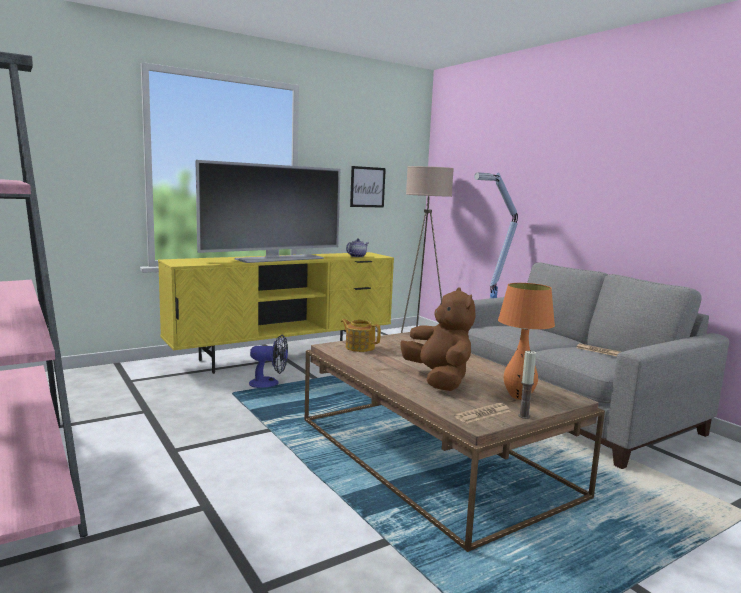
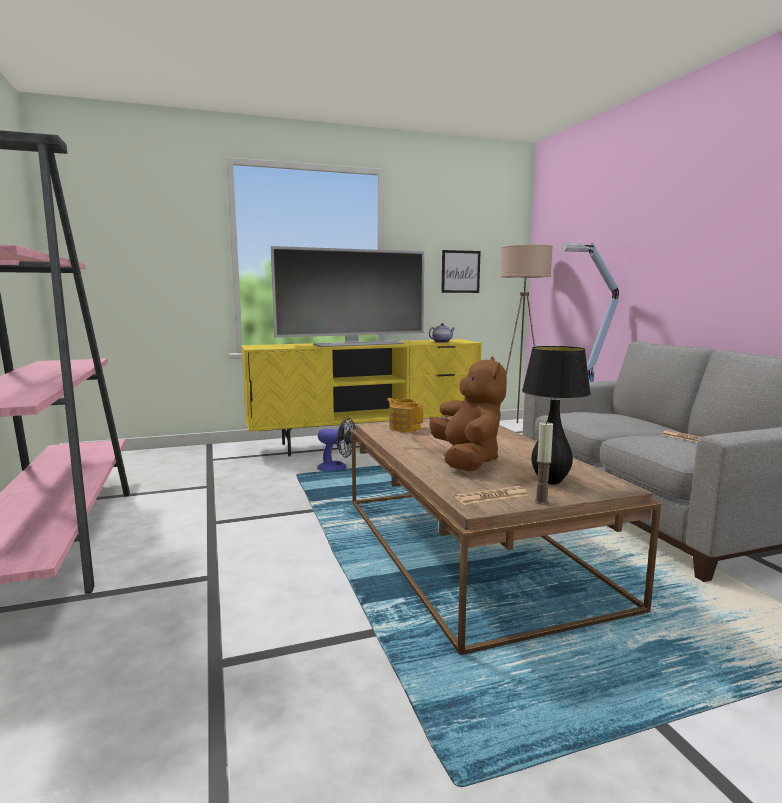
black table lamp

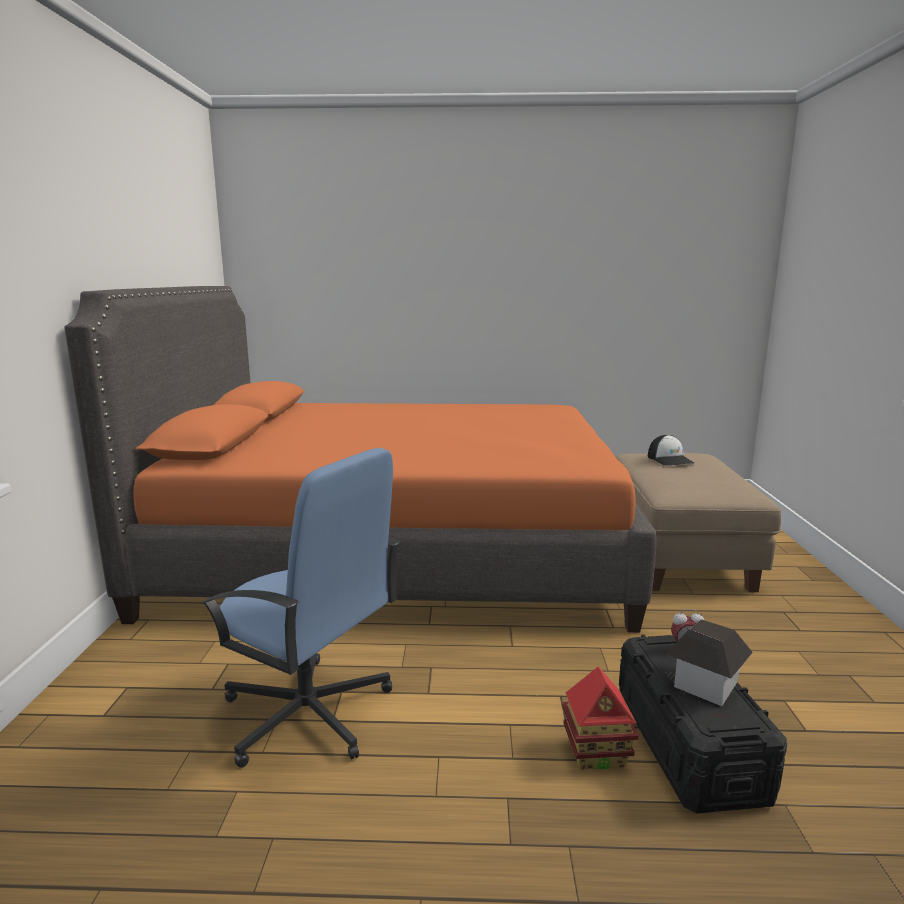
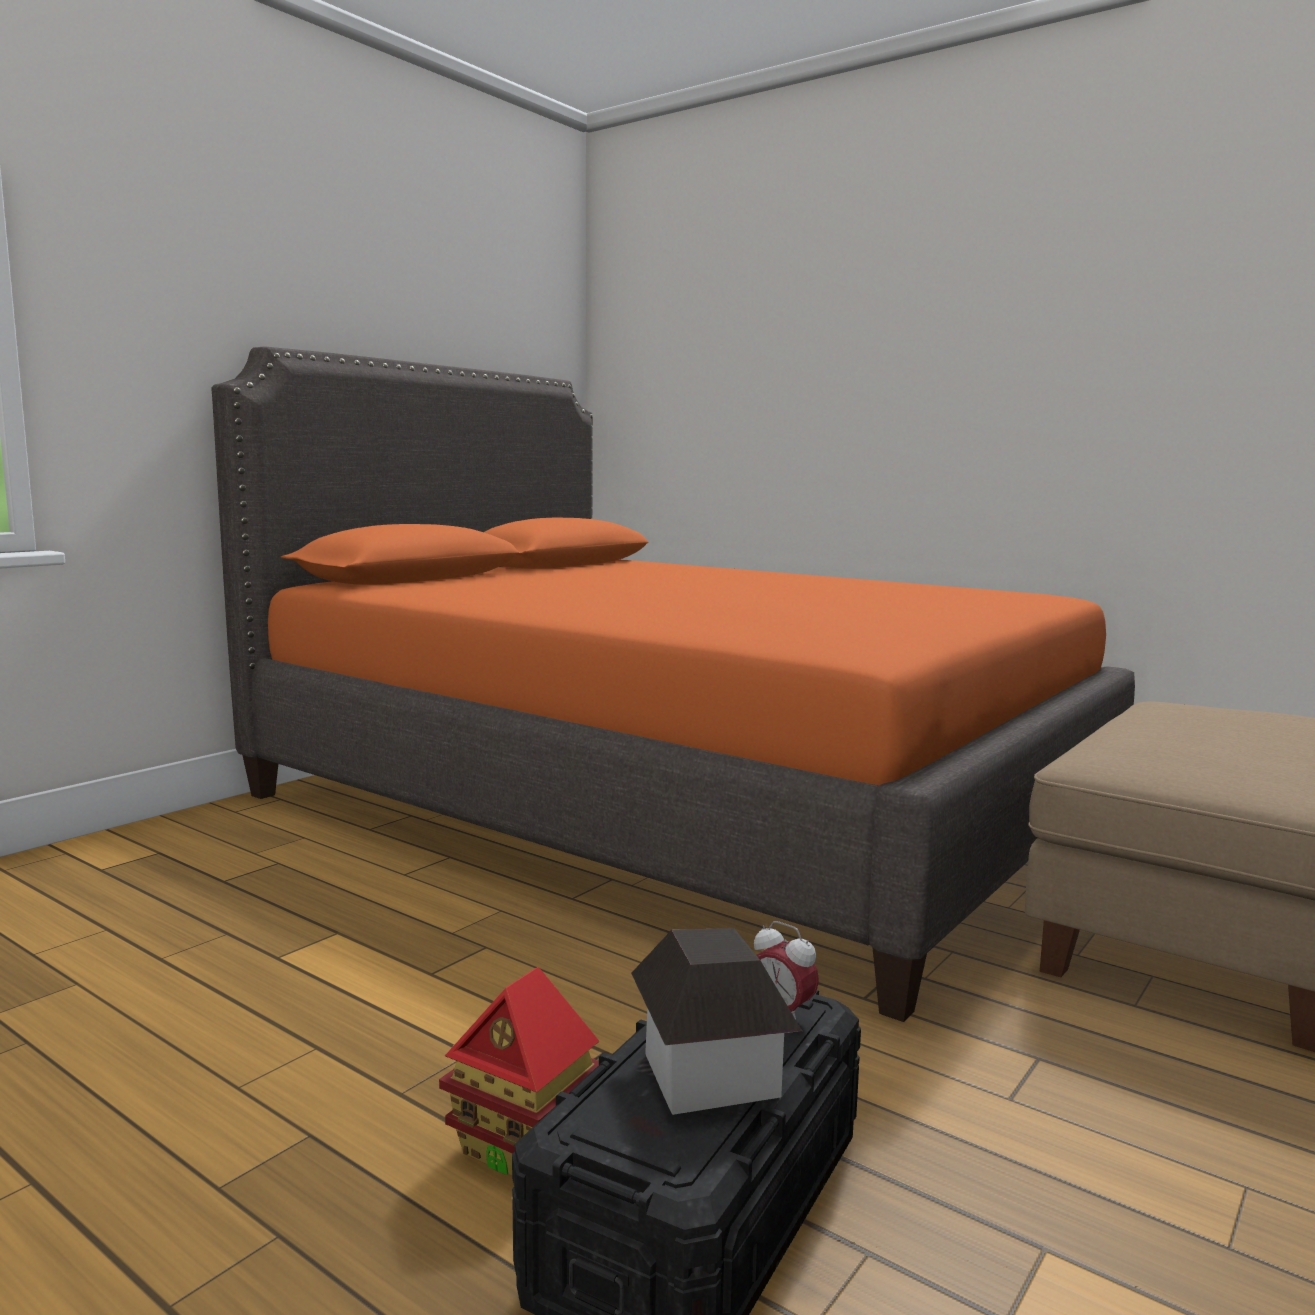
blue office chair; cap

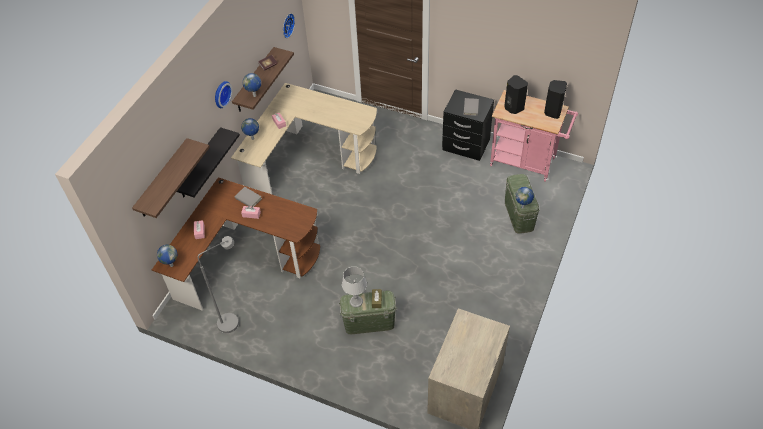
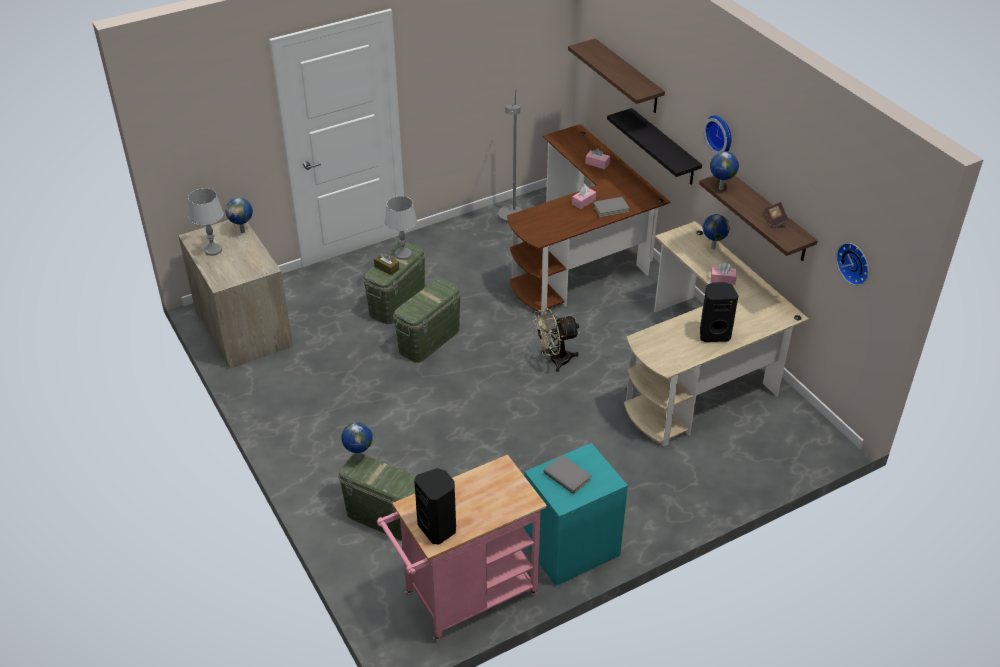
globe (no. 1 from left); turquoise nightstand; black speaker (no. 2 from left); grey table lamp (no. 1 from left); green storage box (no. 3 from left); beige fan

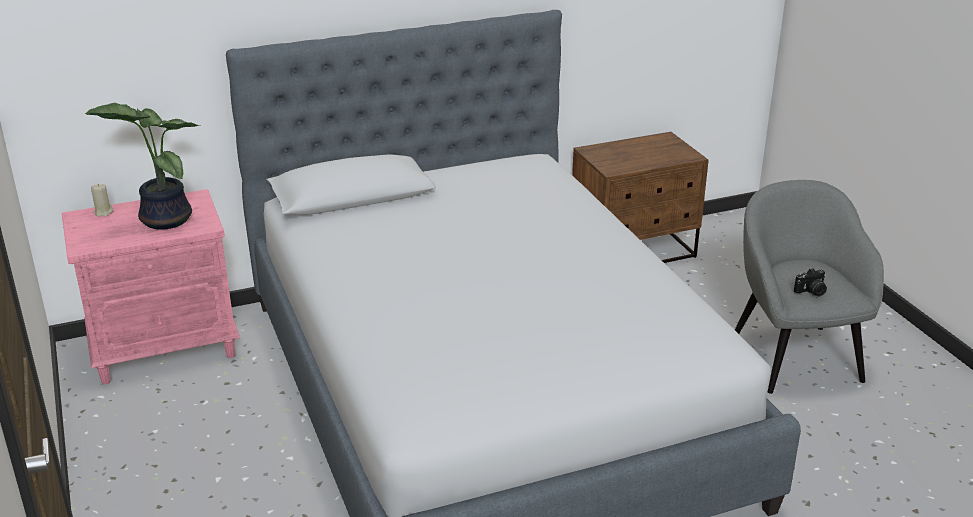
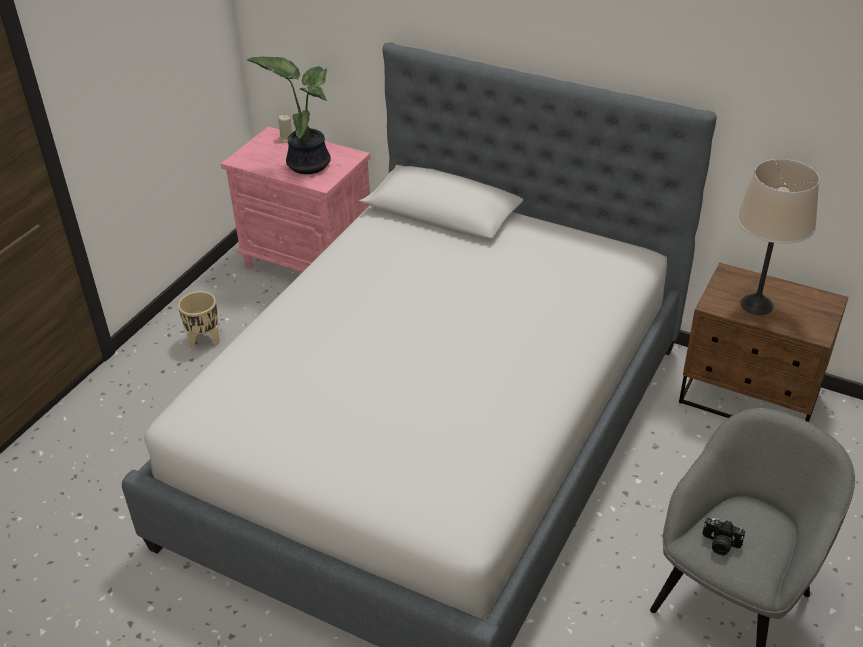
beige planter; beige table lamp

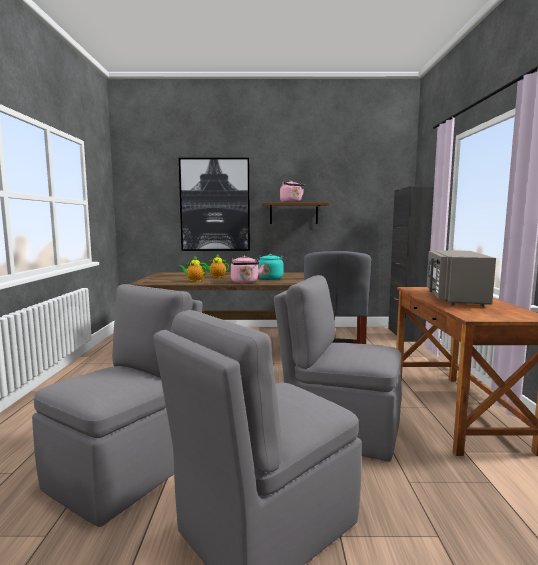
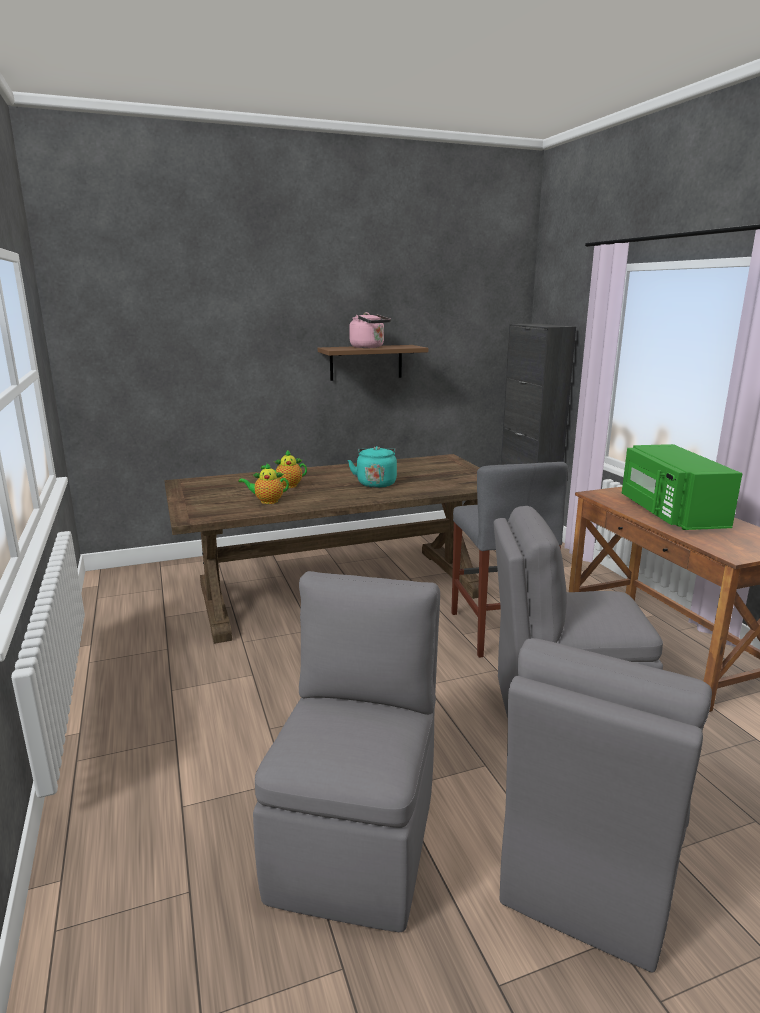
picture; pink kettle (no. 1 from left in the first image); green microwave

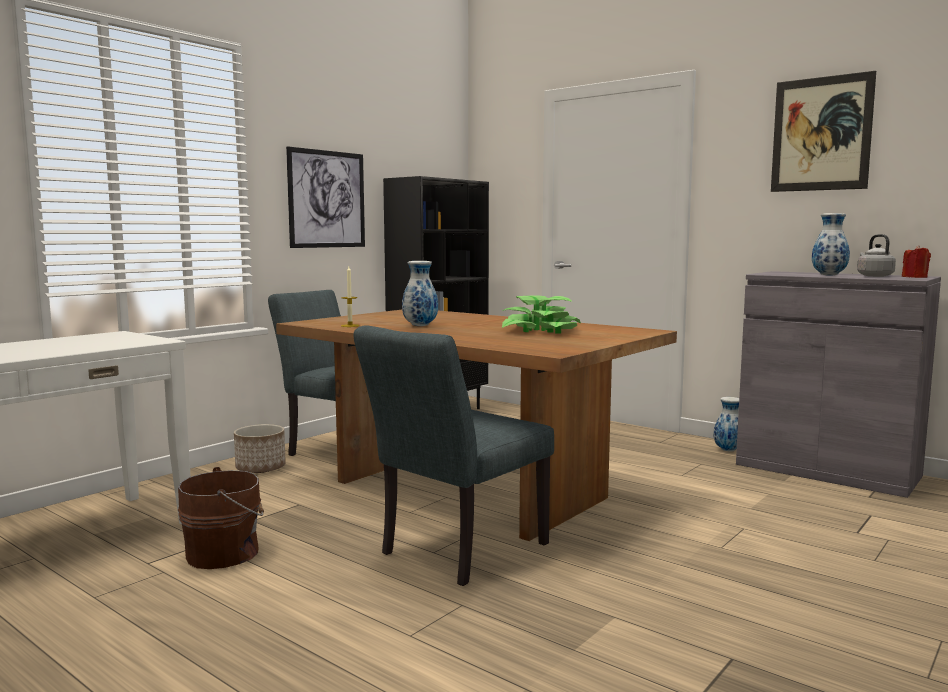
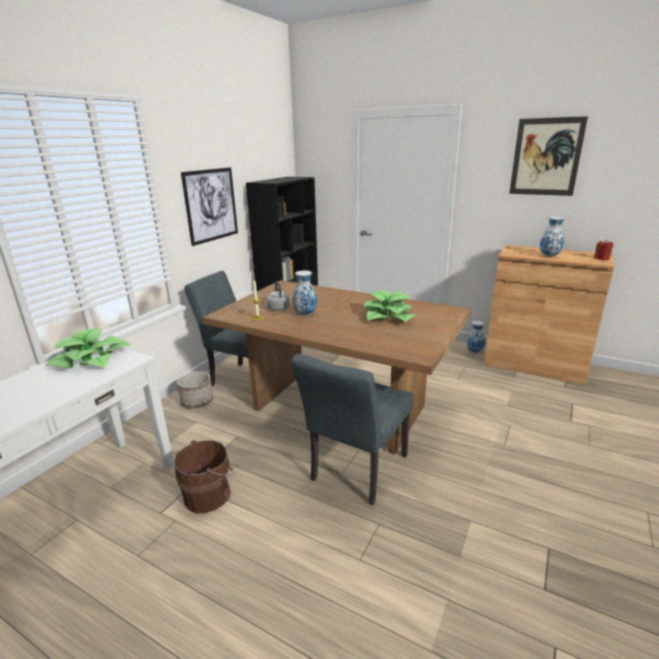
brown cabinet; grey kettle; potted plant (no. 1 from left)

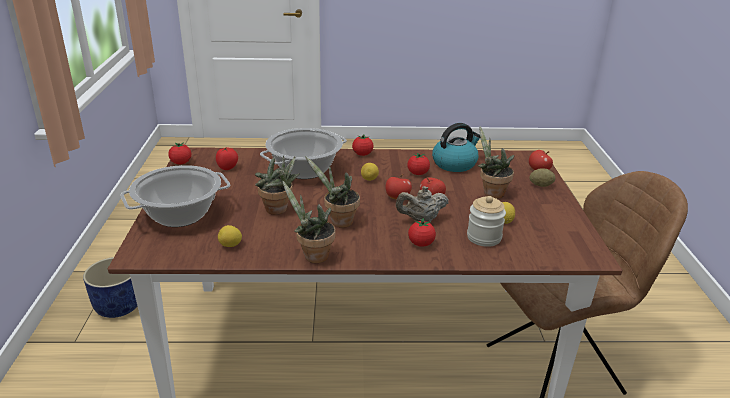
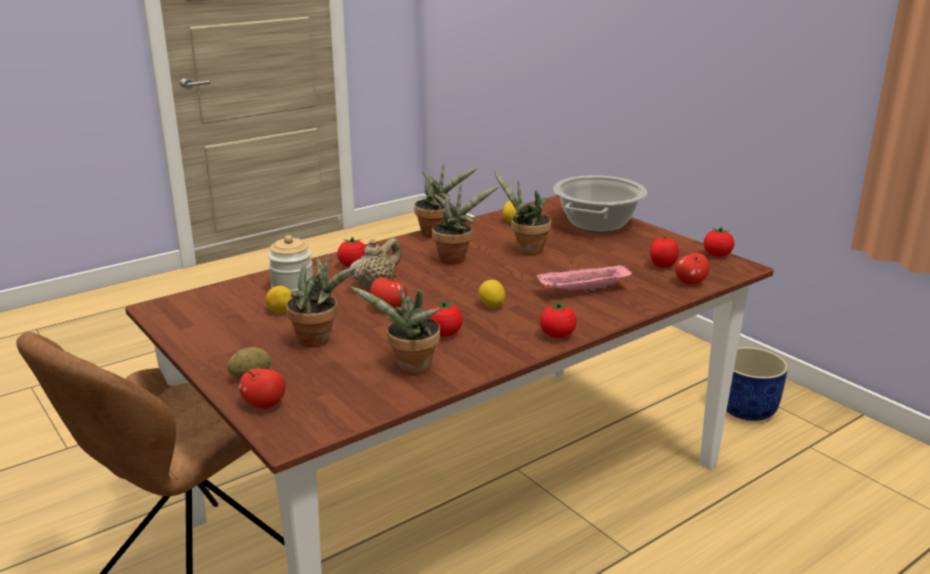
pink tray; apple (no. 3 from left); potted plant (no. 2 from left)

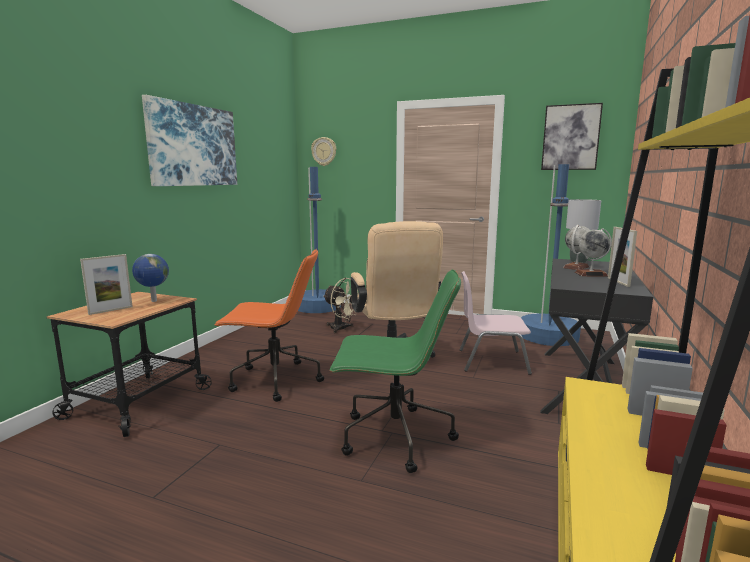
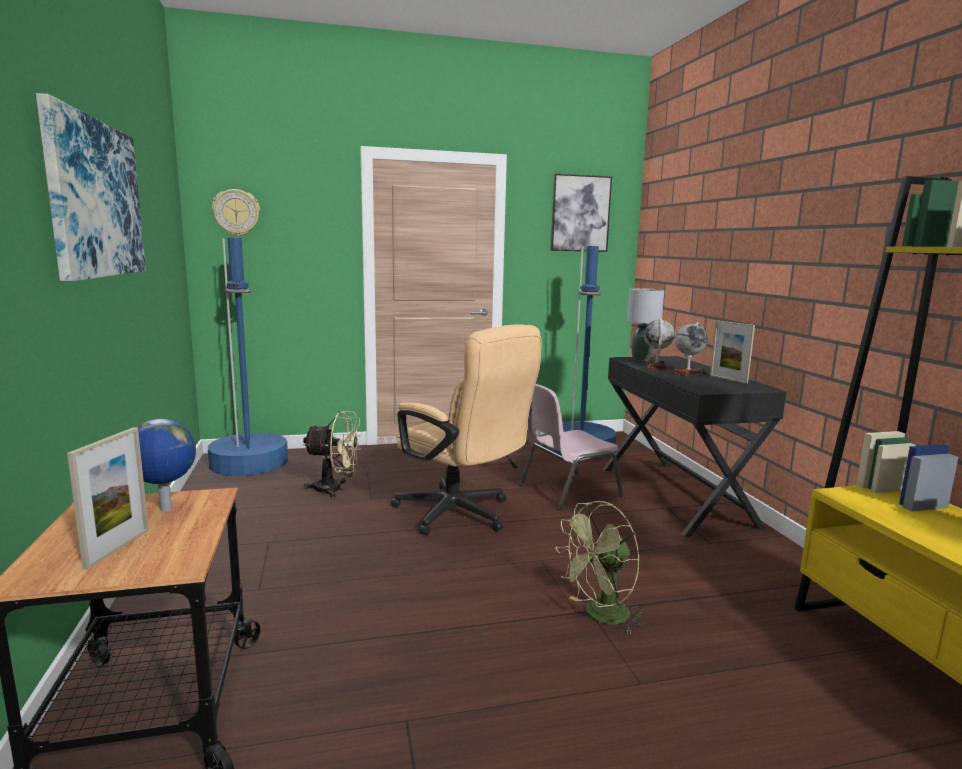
orange office chair; green fan

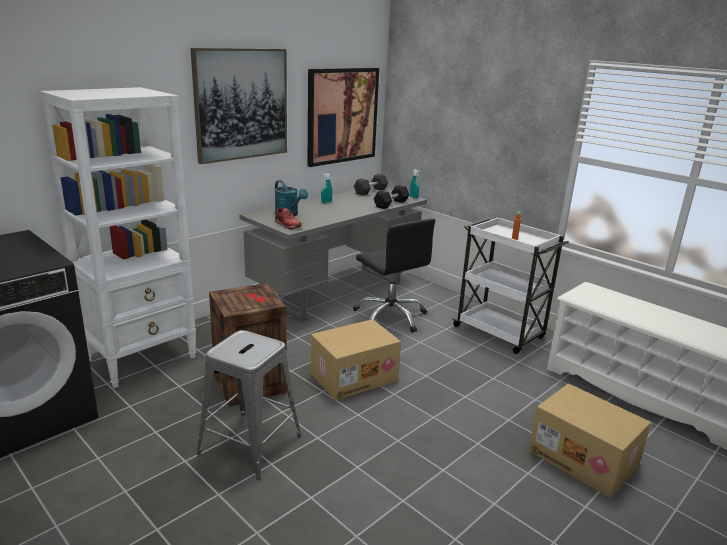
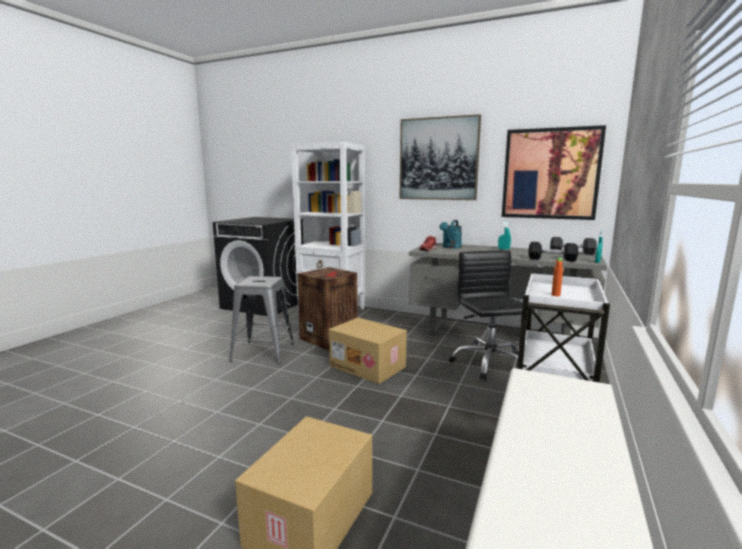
black office chair

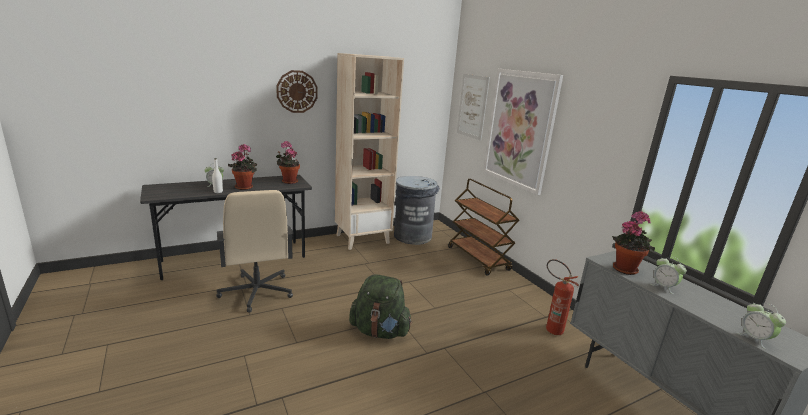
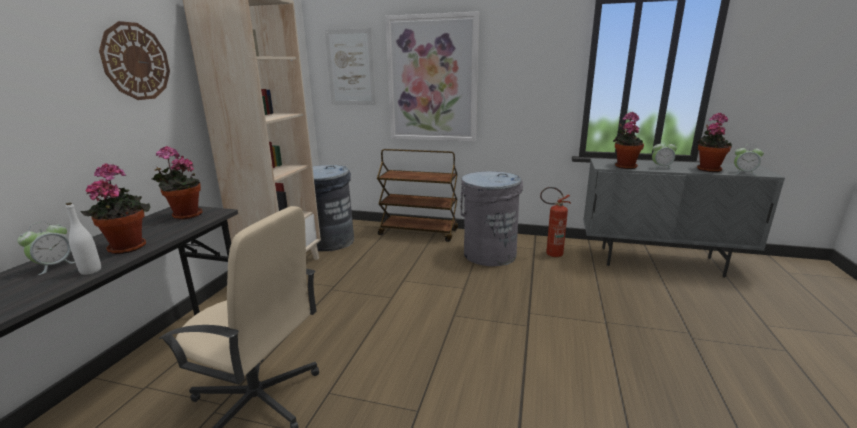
green backpack; grey trash can (no. 2 from left); potted plant (no. 4 from left)

